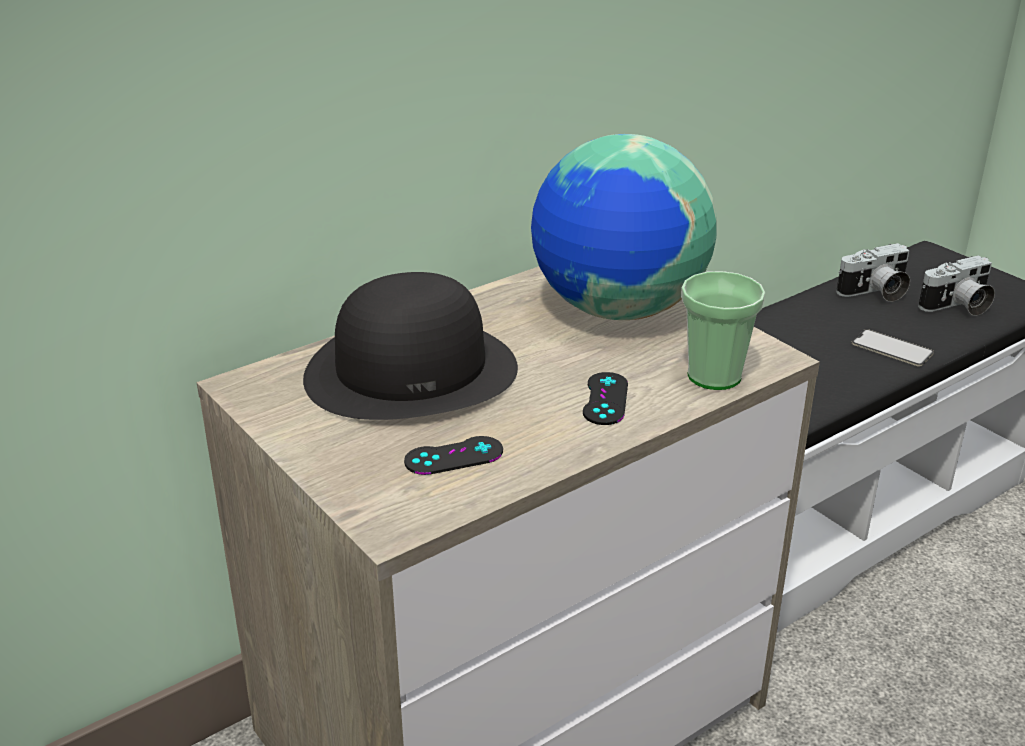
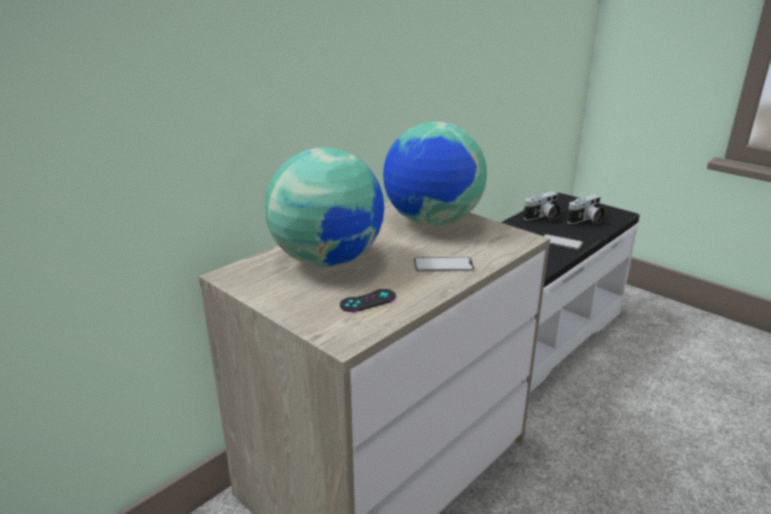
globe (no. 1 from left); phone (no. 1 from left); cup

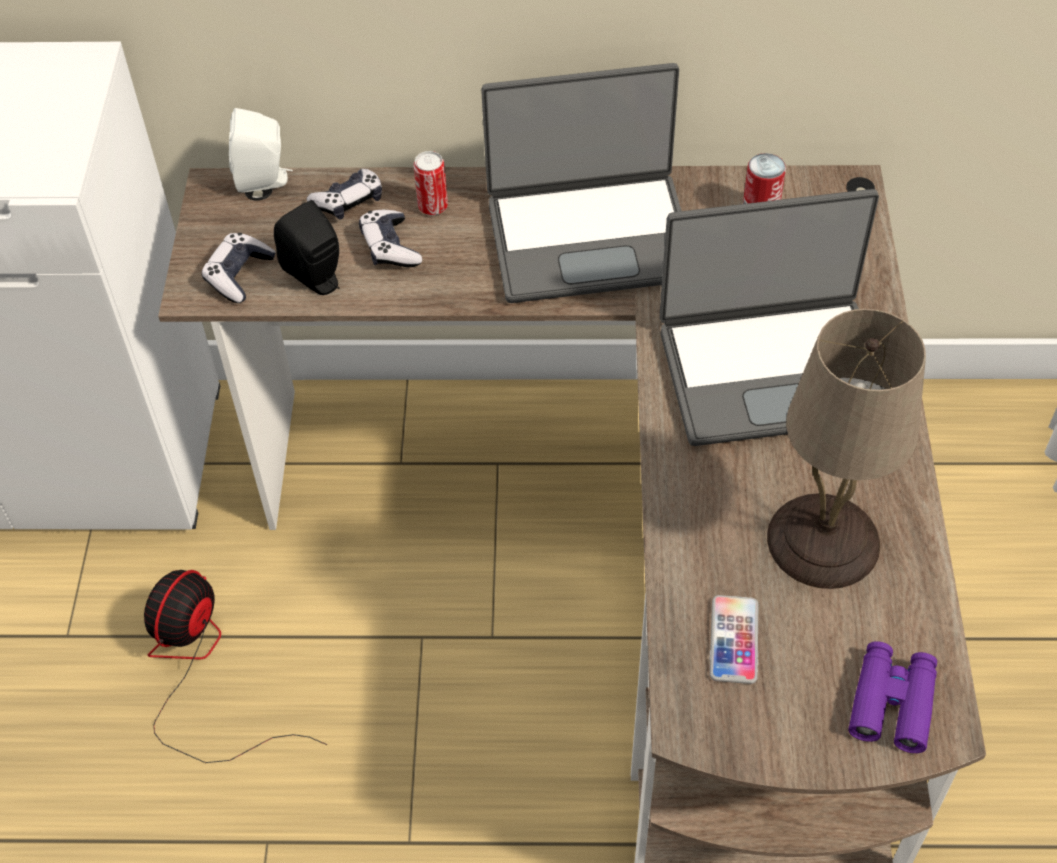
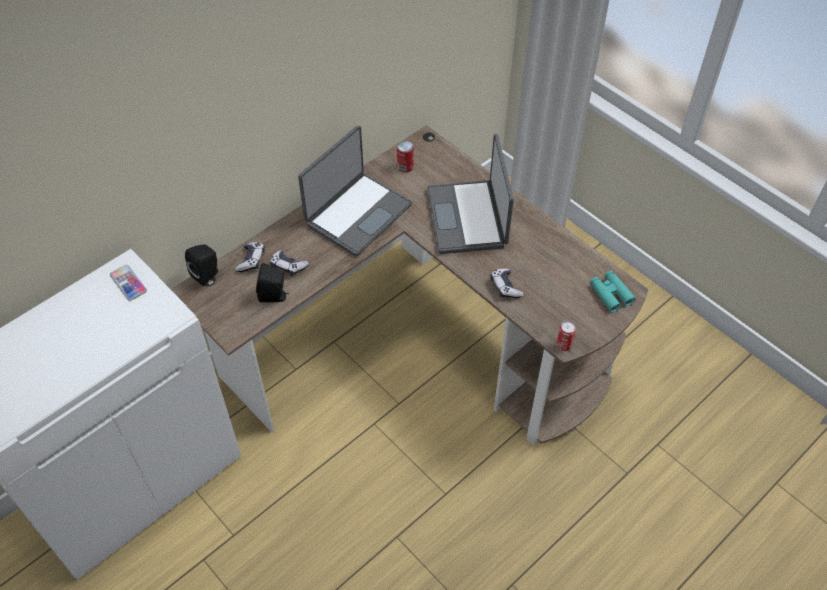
fan; game controller (no. 3 from left); black speaker (no. 1 from left); can (no. 2 from left); laptop (no. 2 from left); phone; beige table lamp; turquoise binoculars

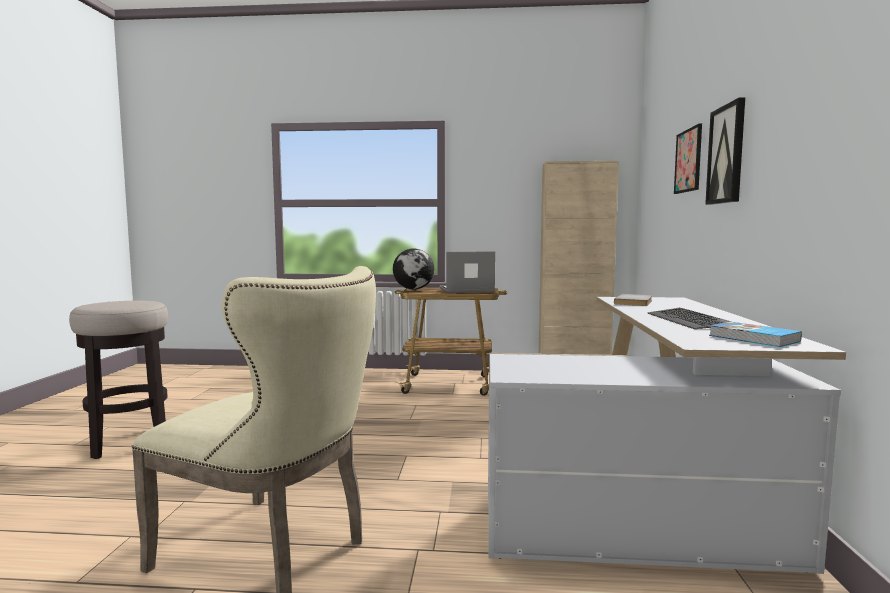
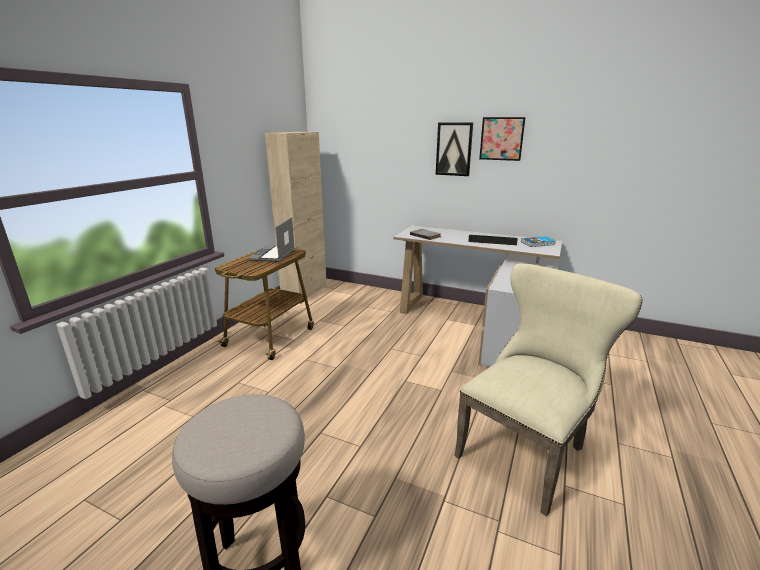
globe; picture (no. 2 from left)

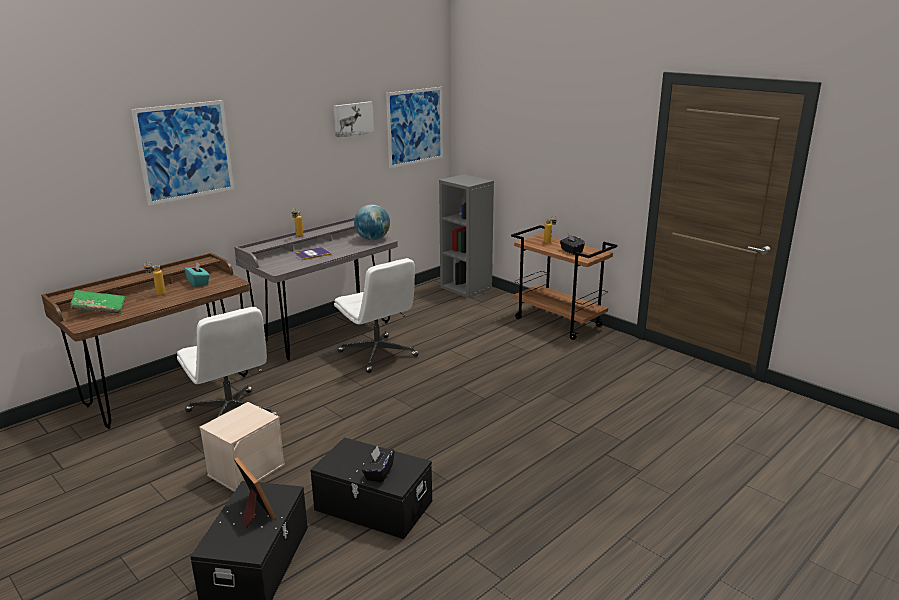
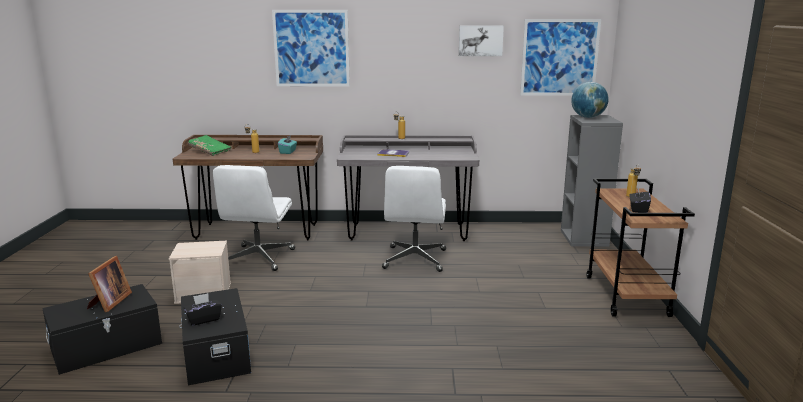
globe

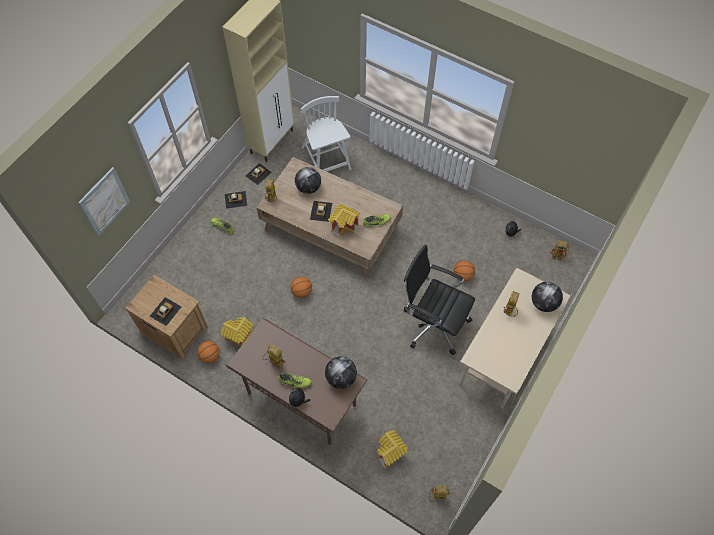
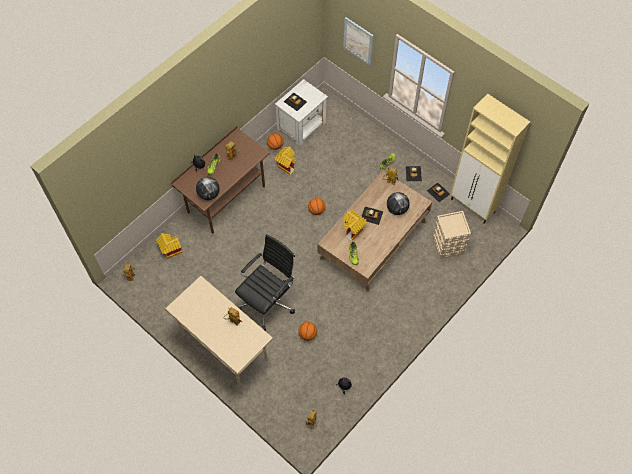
white nightstand; beige storage box; globe (no. 3 from left in the first image)

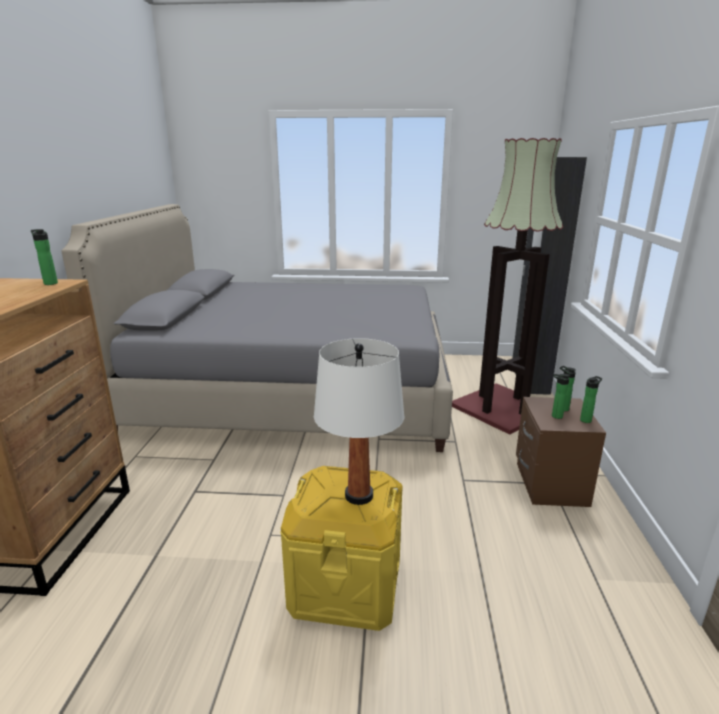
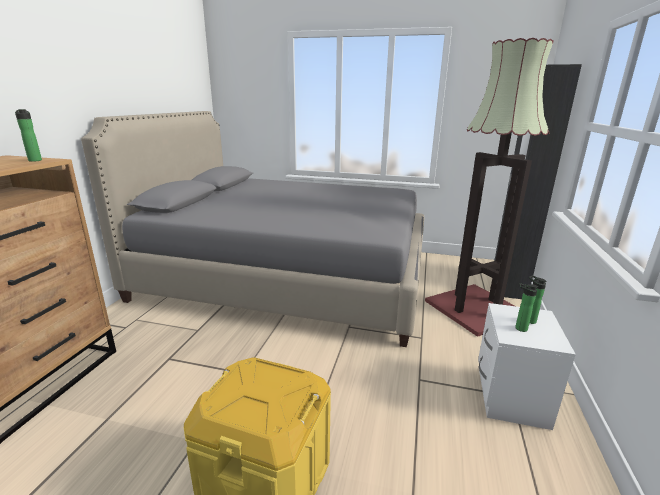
white table lamp; white nightstand; bottle (no. 4 from left in the first image)

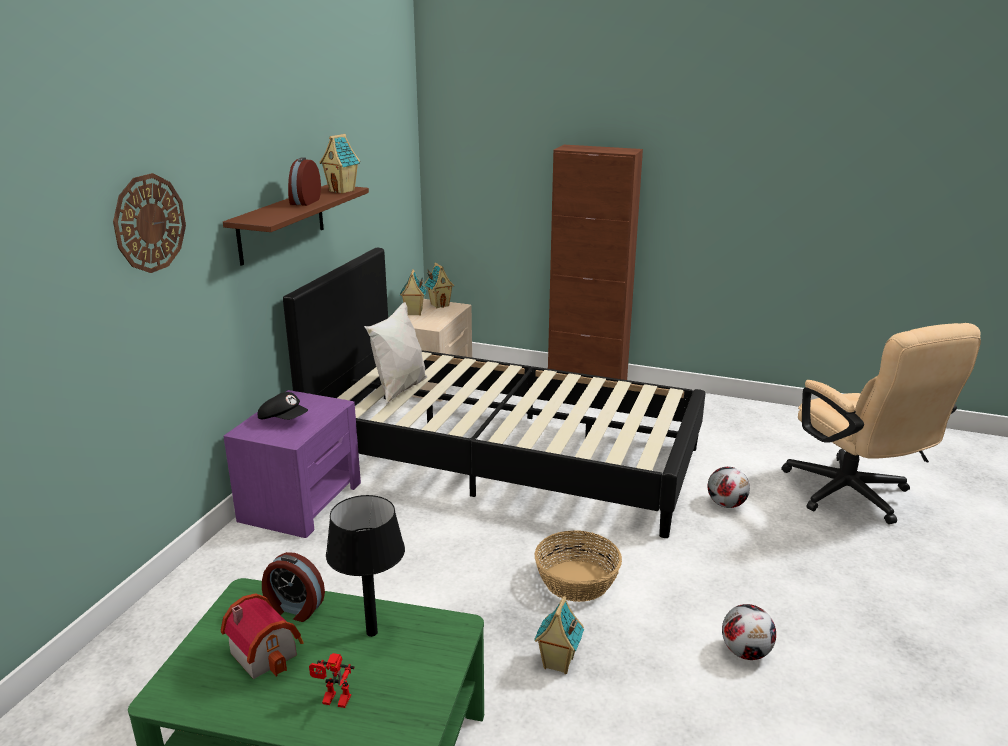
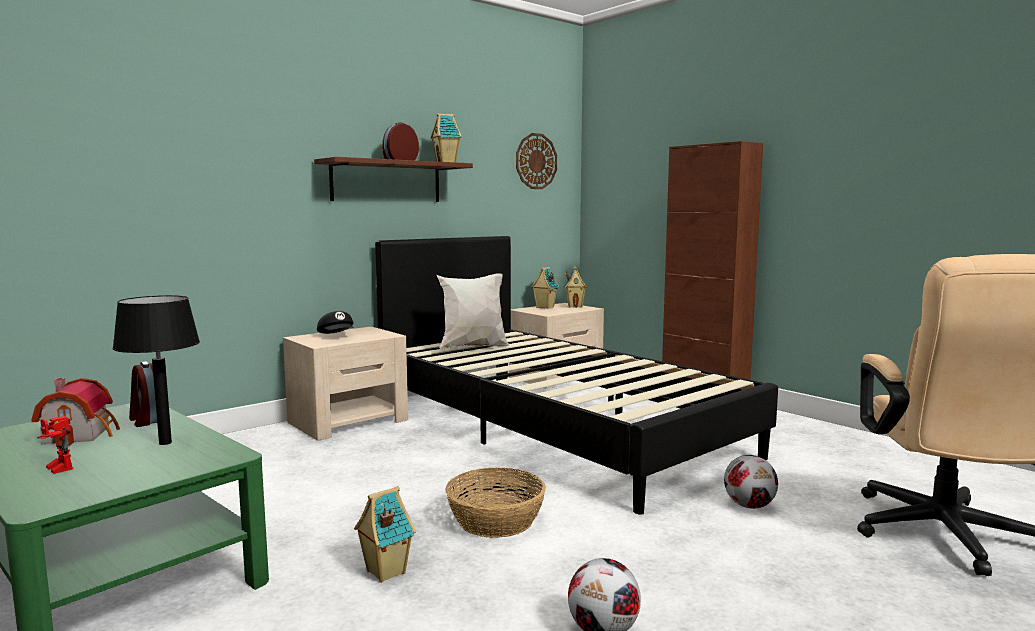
wall clock; beige nightstand (no. 1 from left)

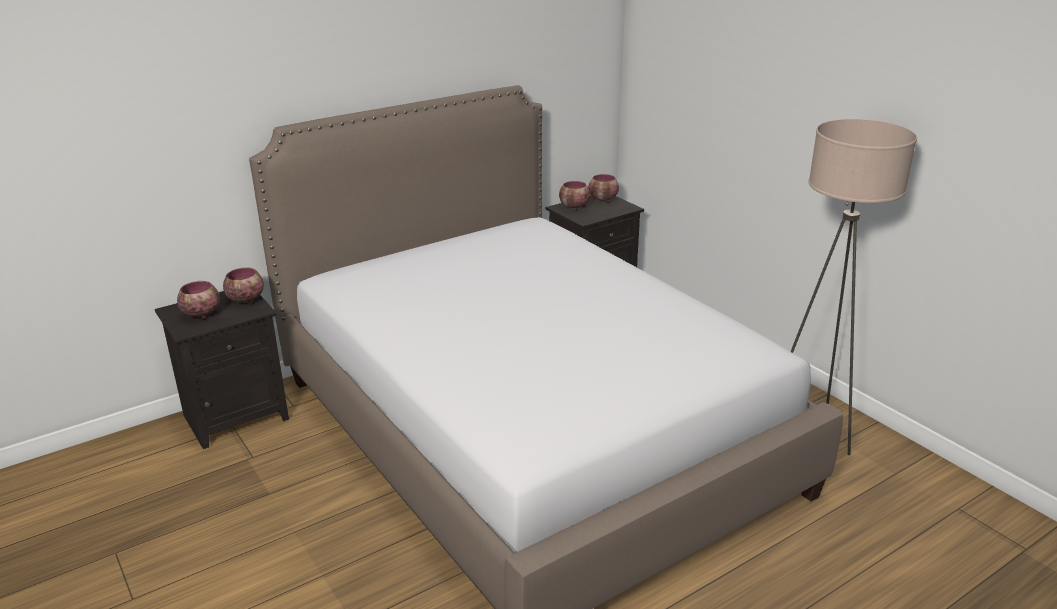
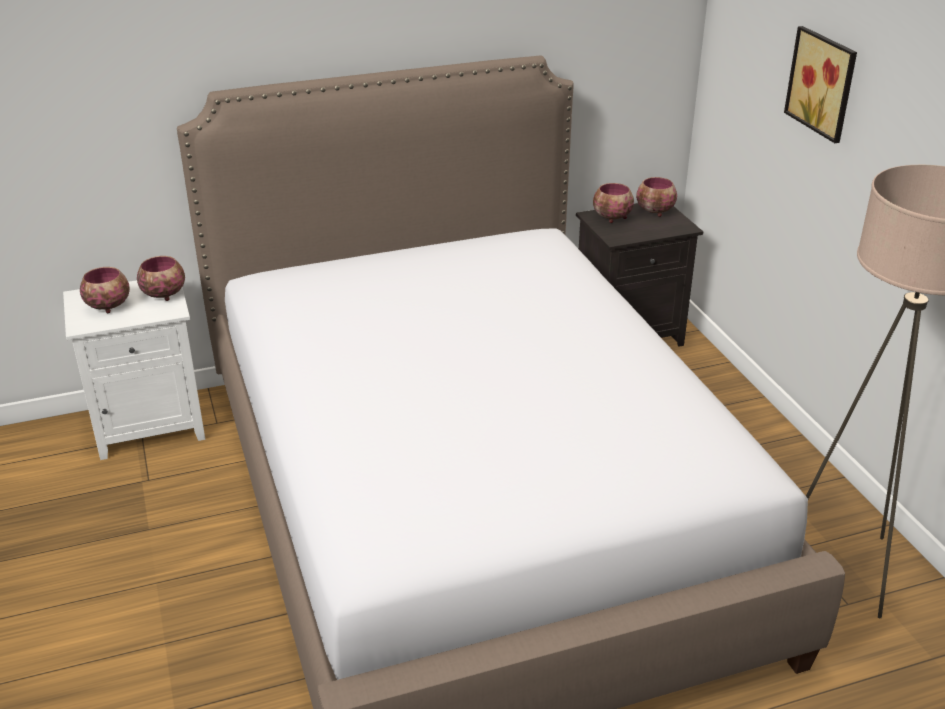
white nightstand; picture

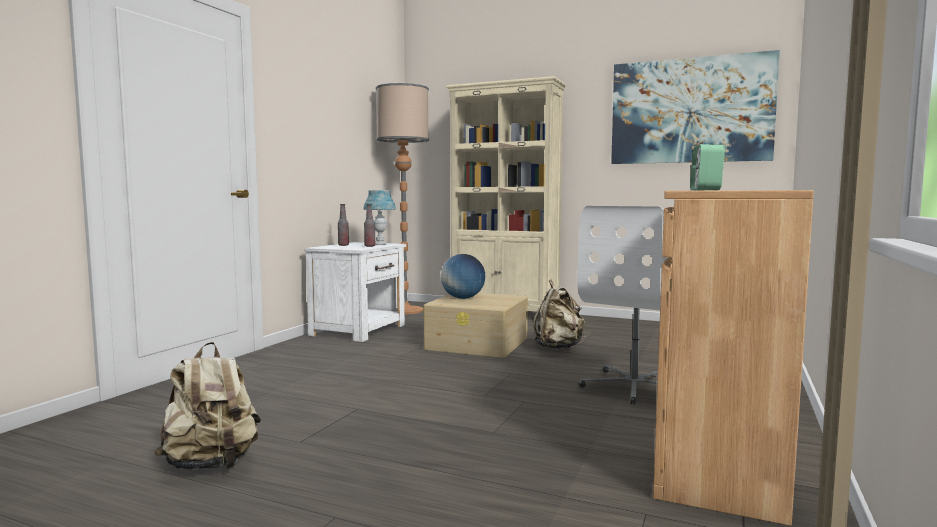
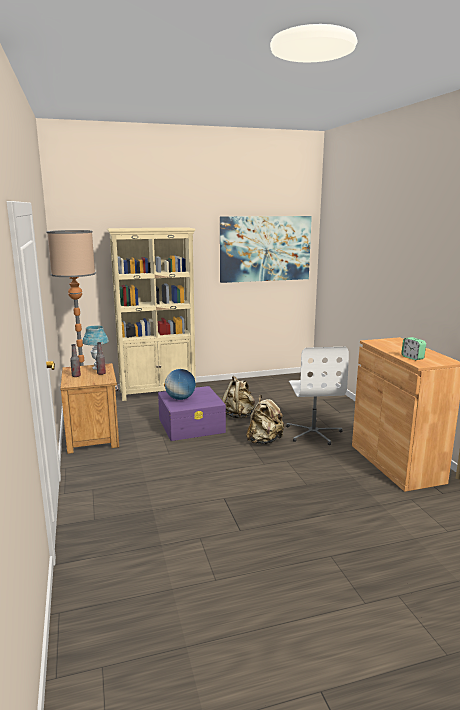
beige backpack (no. 2 from left); brown nightstand; purple storage box

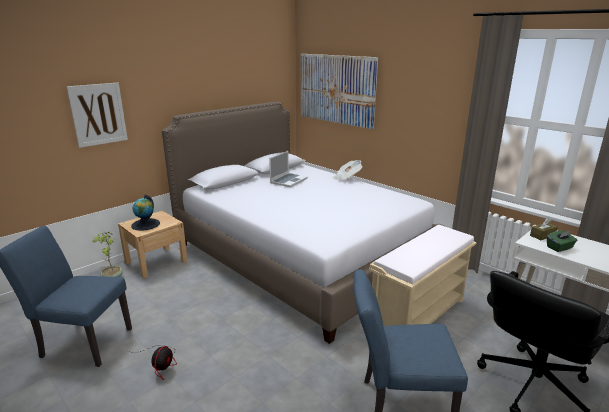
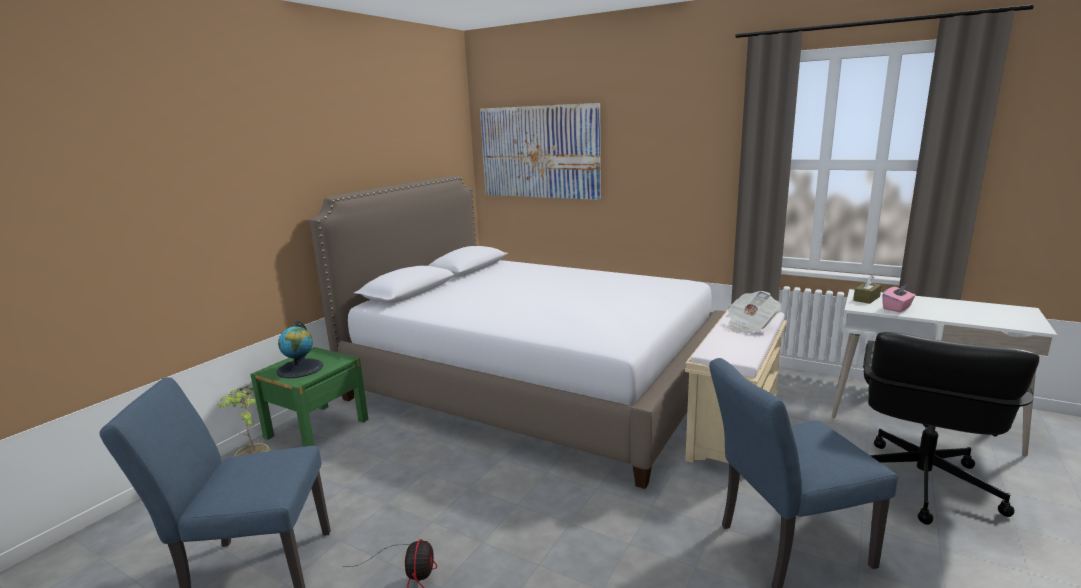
picture (no. 1 from left in the first image); green nightstand; laptop; newspaper; pink tissue box

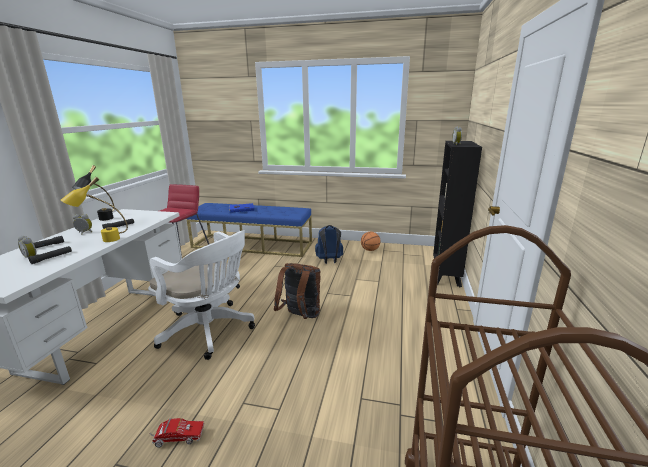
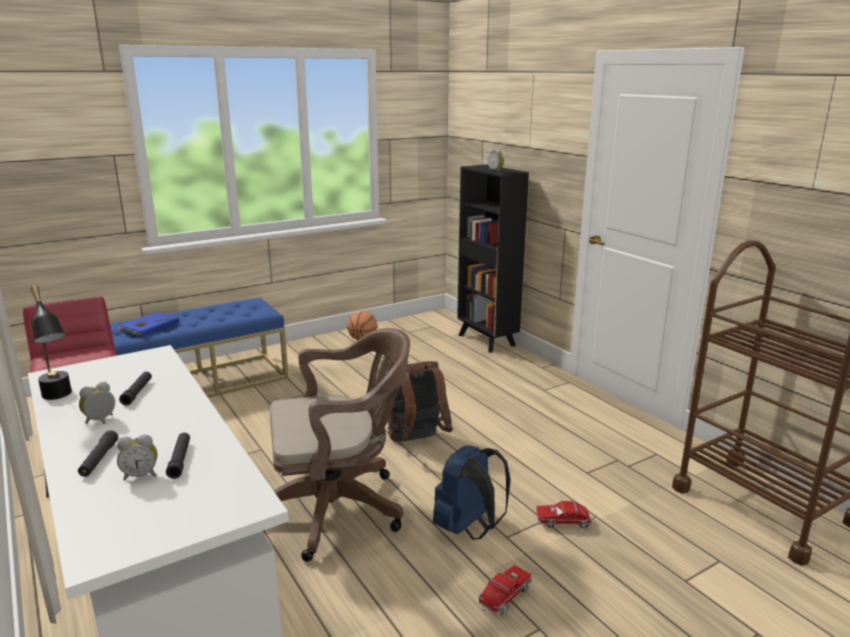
yellow table lamp; brown office chair; blue backpack; toy truck (no. 2 from left)

